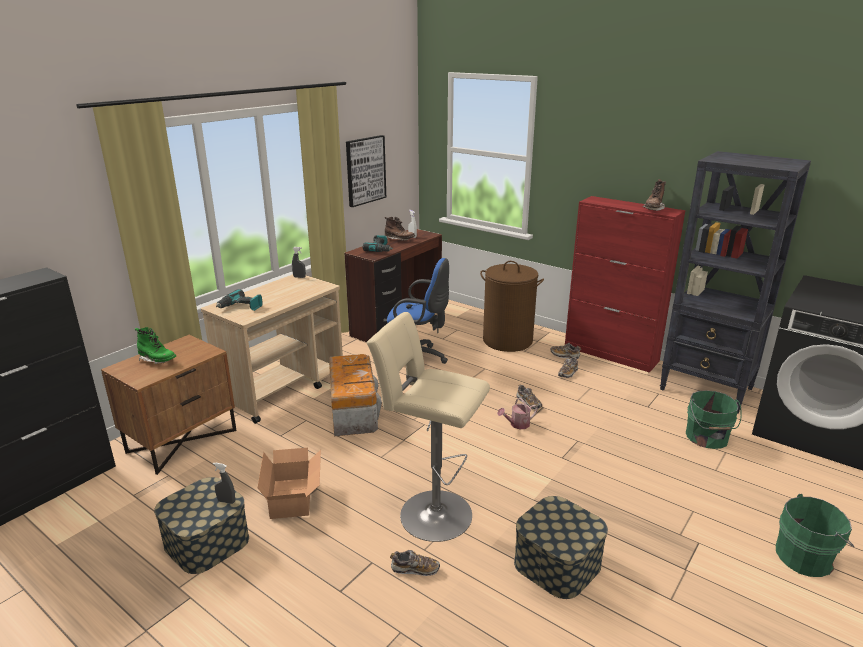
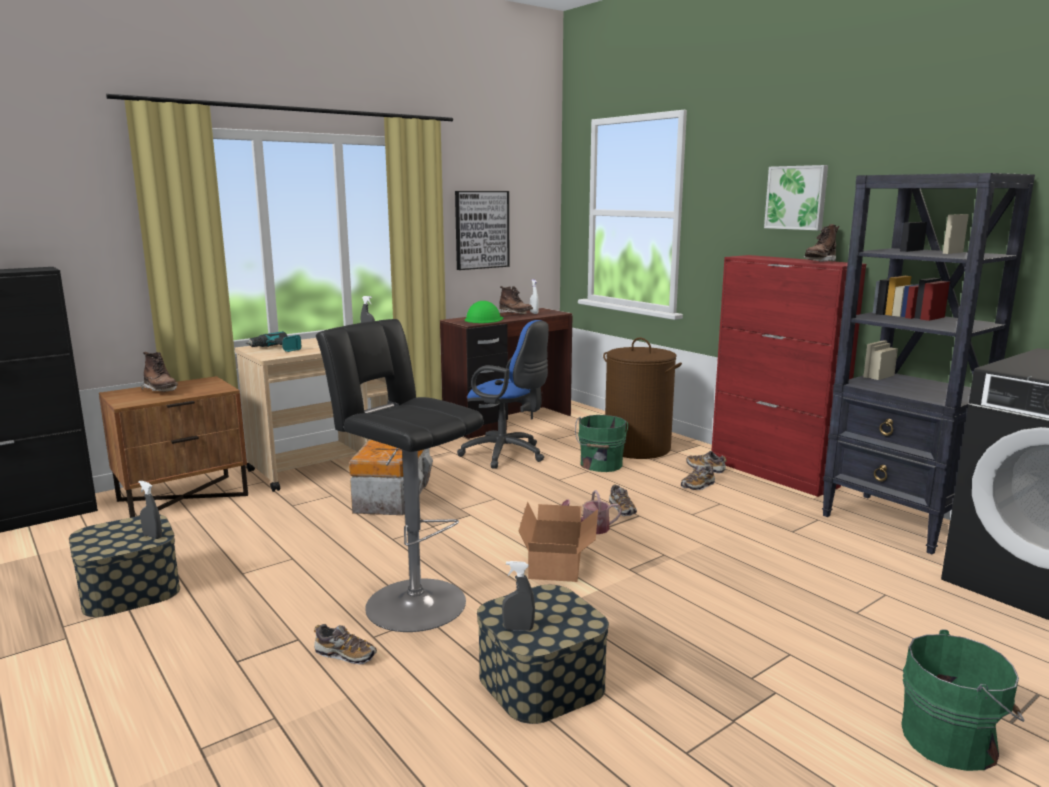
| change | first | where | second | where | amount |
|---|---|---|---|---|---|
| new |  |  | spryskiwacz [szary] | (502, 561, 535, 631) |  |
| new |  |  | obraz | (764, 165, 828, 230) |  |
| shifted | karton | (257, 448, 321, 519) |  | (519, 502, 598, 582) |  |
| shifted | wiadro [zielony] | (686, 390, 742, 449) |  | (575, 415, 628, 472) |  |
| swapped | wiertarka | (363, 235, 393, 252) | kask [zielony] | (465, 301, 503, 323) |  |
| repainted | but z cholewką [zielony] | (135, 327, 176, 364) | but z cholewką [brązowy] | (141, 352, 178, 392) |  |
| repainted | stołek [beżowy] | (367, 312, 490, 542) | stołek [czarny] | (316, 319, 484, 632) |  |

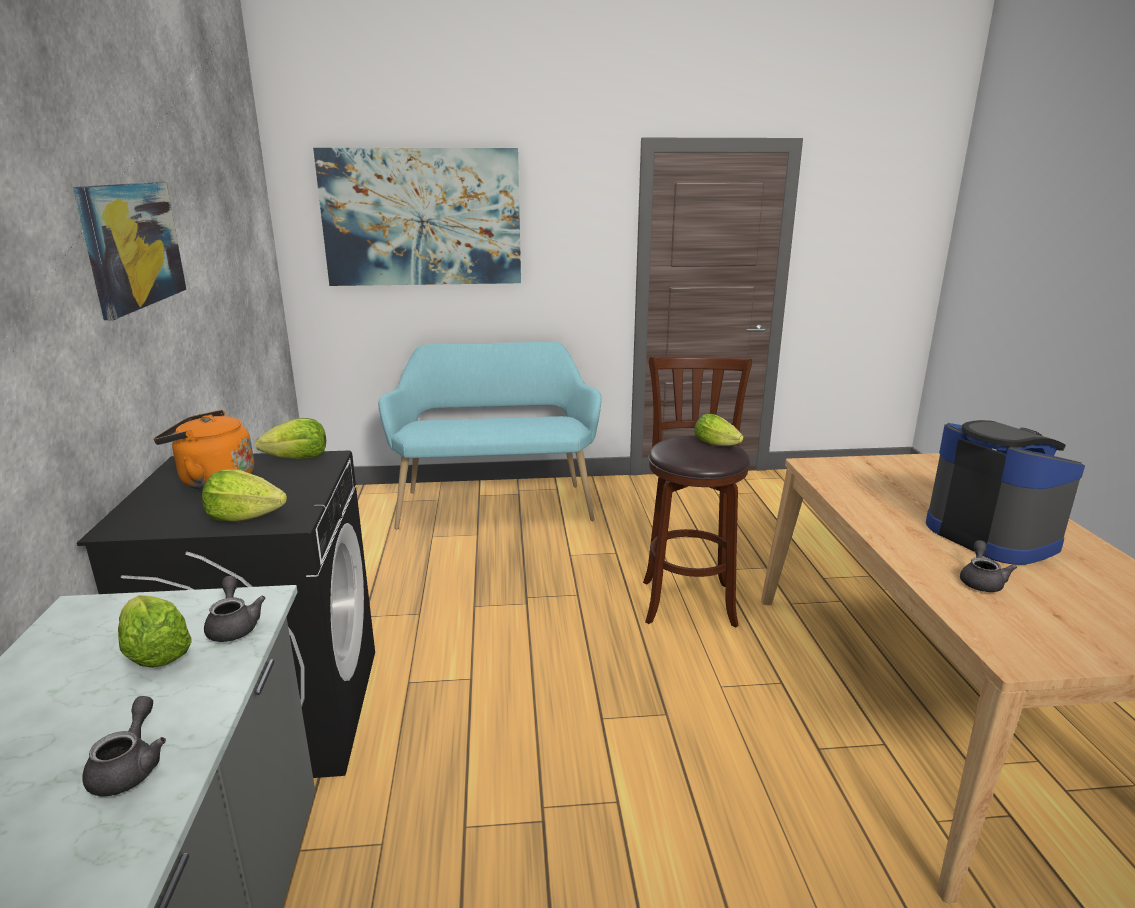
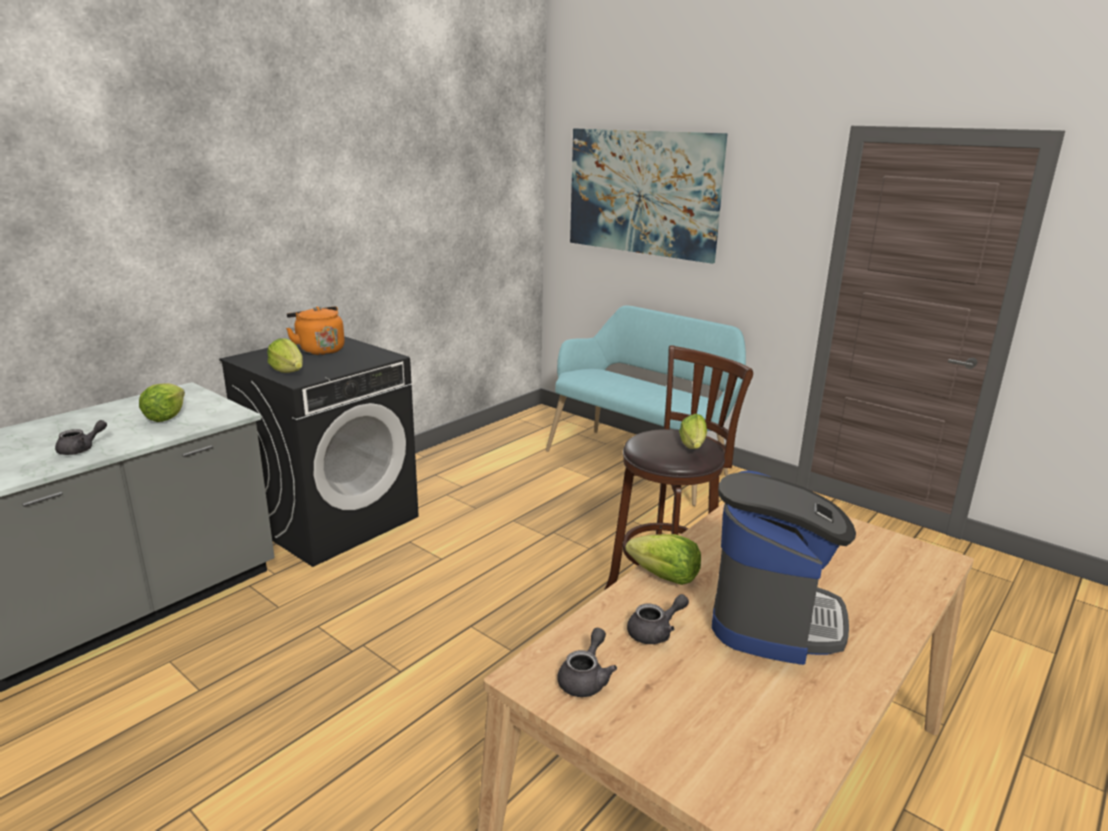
| change | first | where | second | where | amount |
|---|---|---|---|---|---|
| gone | obraz | (73, 182, 186, 320) |  |  |  |
| shifted | imbryk [szary] | (204, 576, 266, 642) |  | (557, 628, 617, 697) |  |
| shifted | sałata | (256, 418, 326, 459) |  | (625, 534, 701, 585) |  |

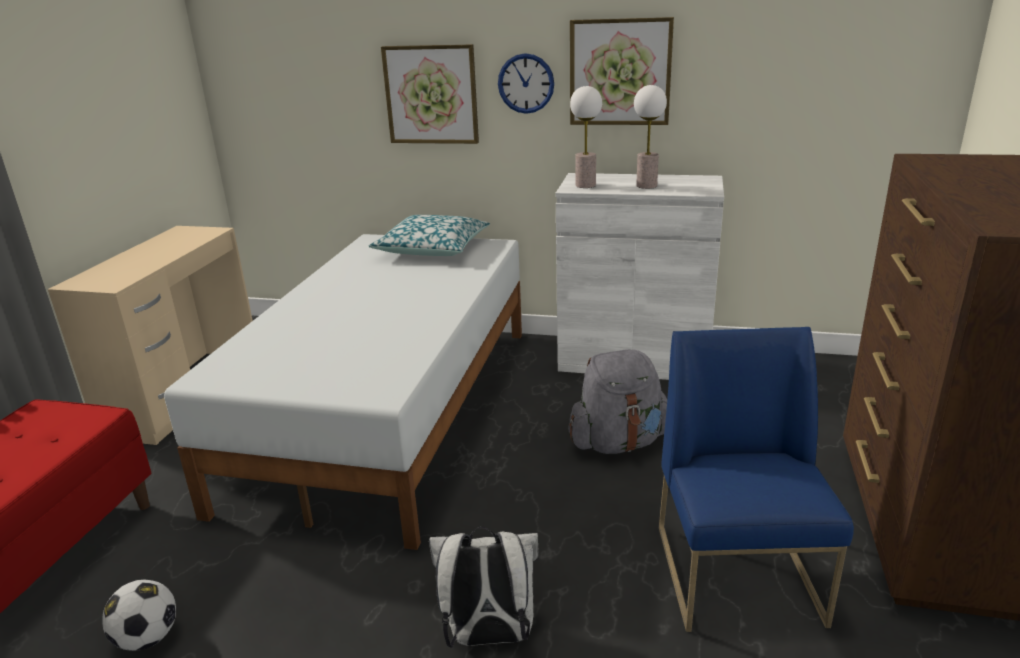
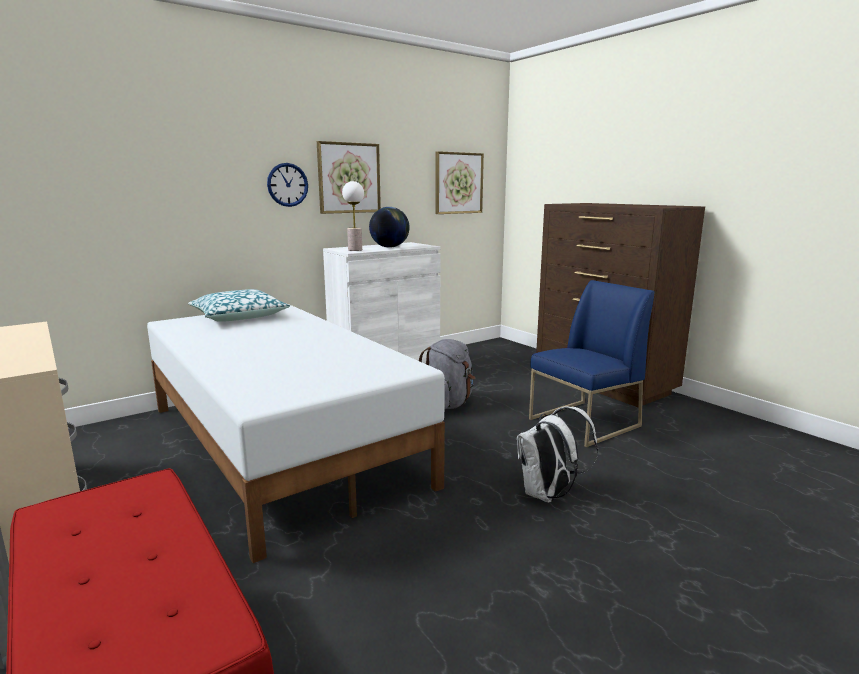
| change | first | where | second | where | amount |
|---|---|---|---|---|---|
| gone | piłka futbolowa | (102, 580, 176, 651) |  |  |  |
| shifted | obraz | (381, 44, 479, 144) |  | (435, 151, 484, 214) |  |
| swapped | lampa stołowa | (634, 85, 667, 189) | globus | (369, 207, 410, 248) |  |
| rotated | krzesło [niebieski] | (659, 327, 854, 632) |  | (529, 280, 655, 447) | 105 degrees clockwise |

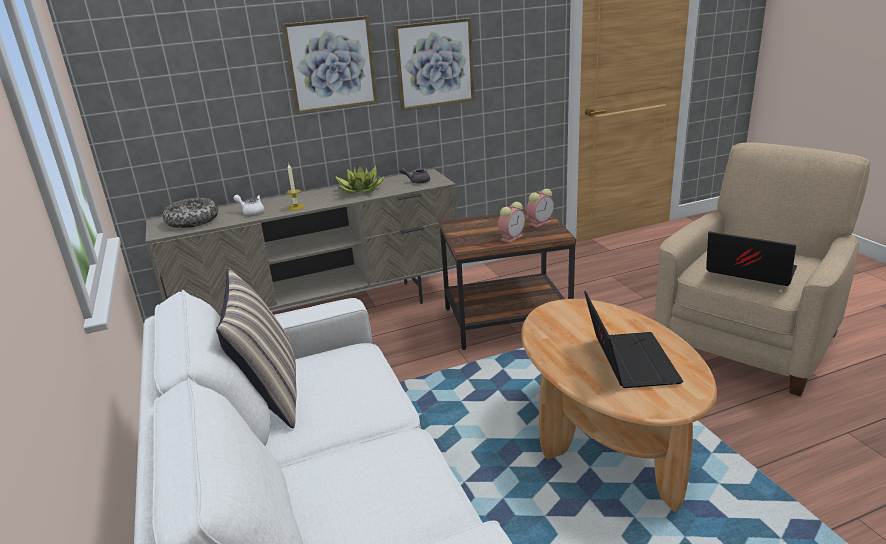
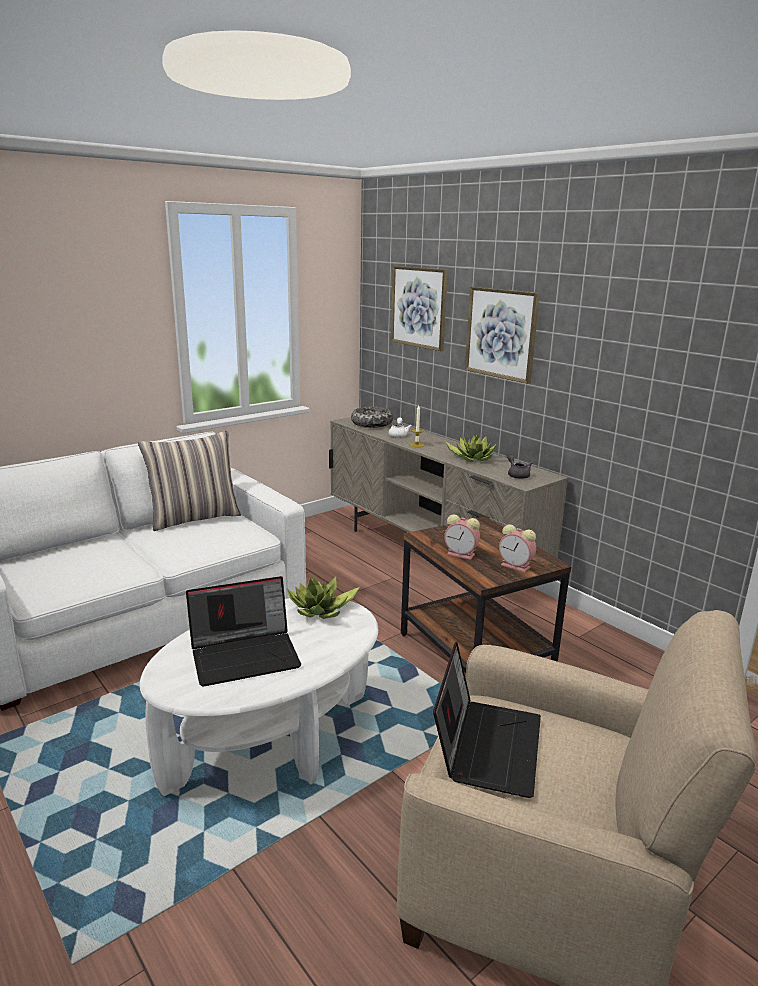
| change | first | where | second | where | amount |
|---|---|---|---|---|---|
| new |  |  | roślina doniczkowa | (286, 576, 360, 619) |  |
| shifted | obraz | (393, 18, 475, 111) |  | (391, 266, 448, 351) |  |
| repainted | ława [brązowy] | (522, 299, 717, 512) | ława [biały] | (140, 598, 378, 796) |  |

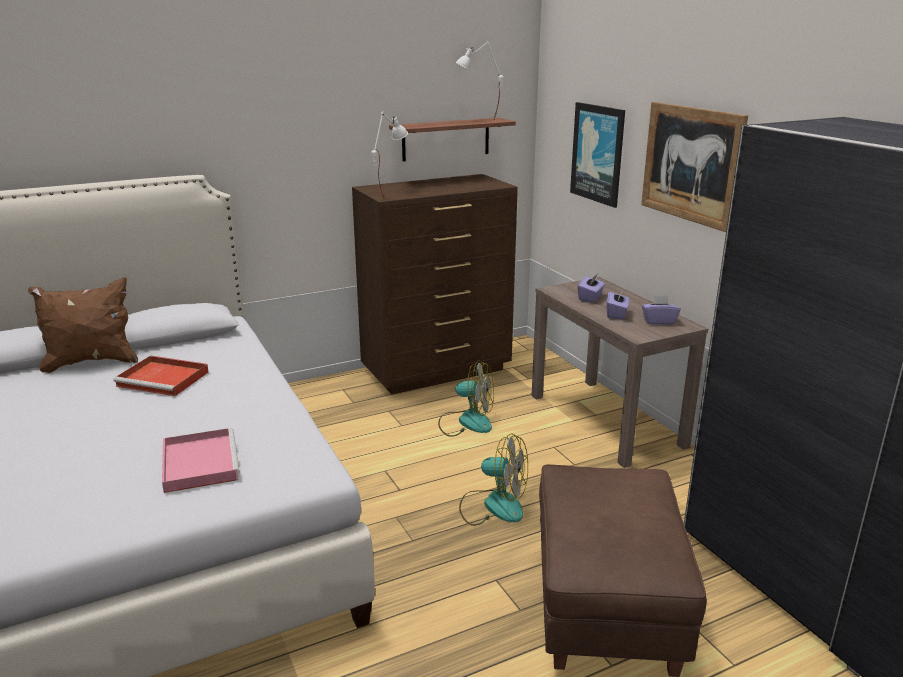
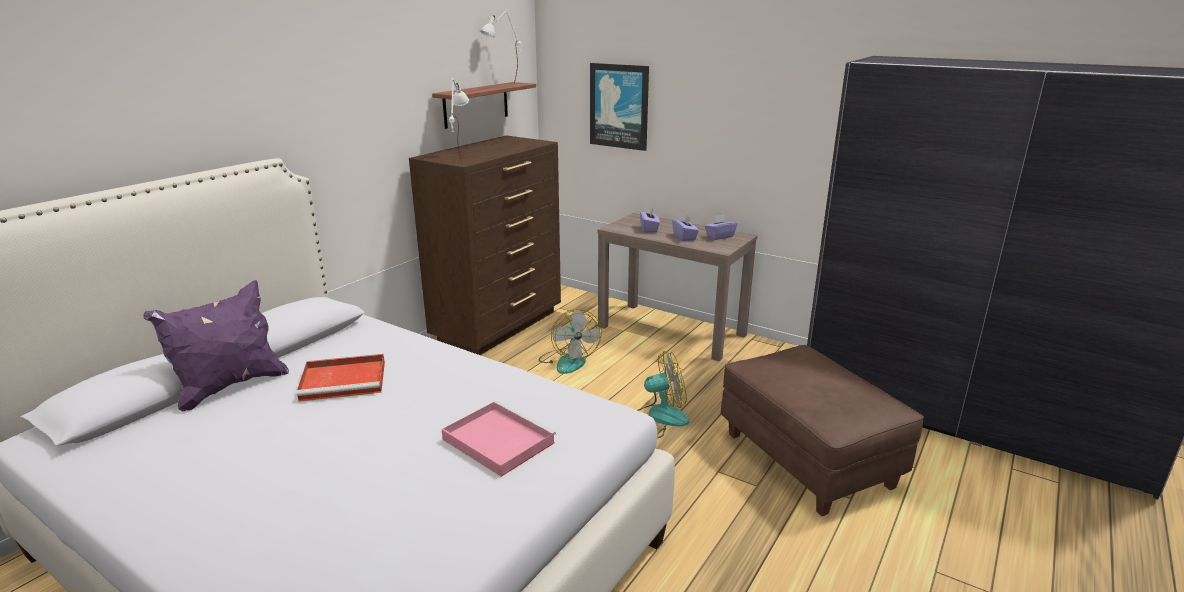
| change | first | where | second | where | amount |
|---|---|---|---|---|---|
| gone | obraz | (641, 102, 748, 232) |  |  |  |
| repainted | poduszka [brązowy] | (28, 277, 138, 373) | poduszka [fioletowy] | (143, 280, 289, 412) |  |
| rotated | wentylator | (438, 360, 494, 437) |  | (539, 309, 602, 374) | 90 degrees clockwise |

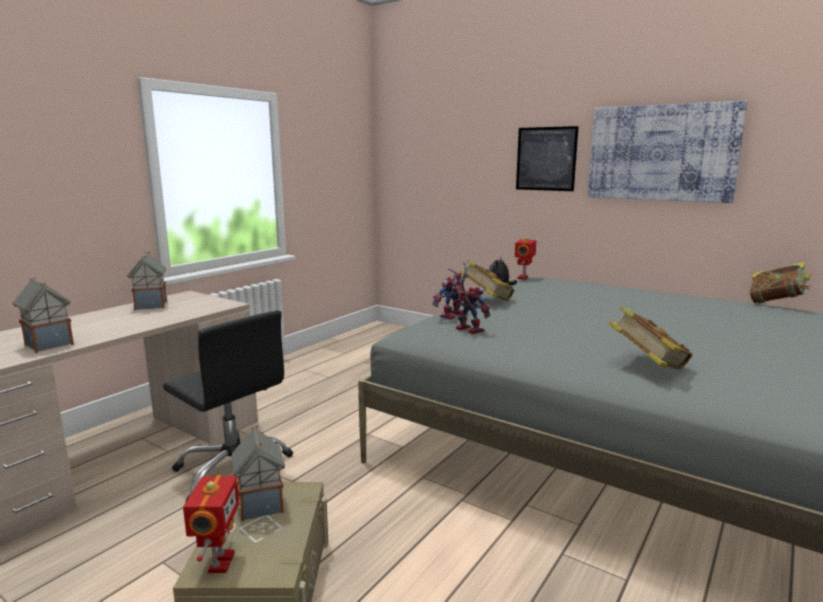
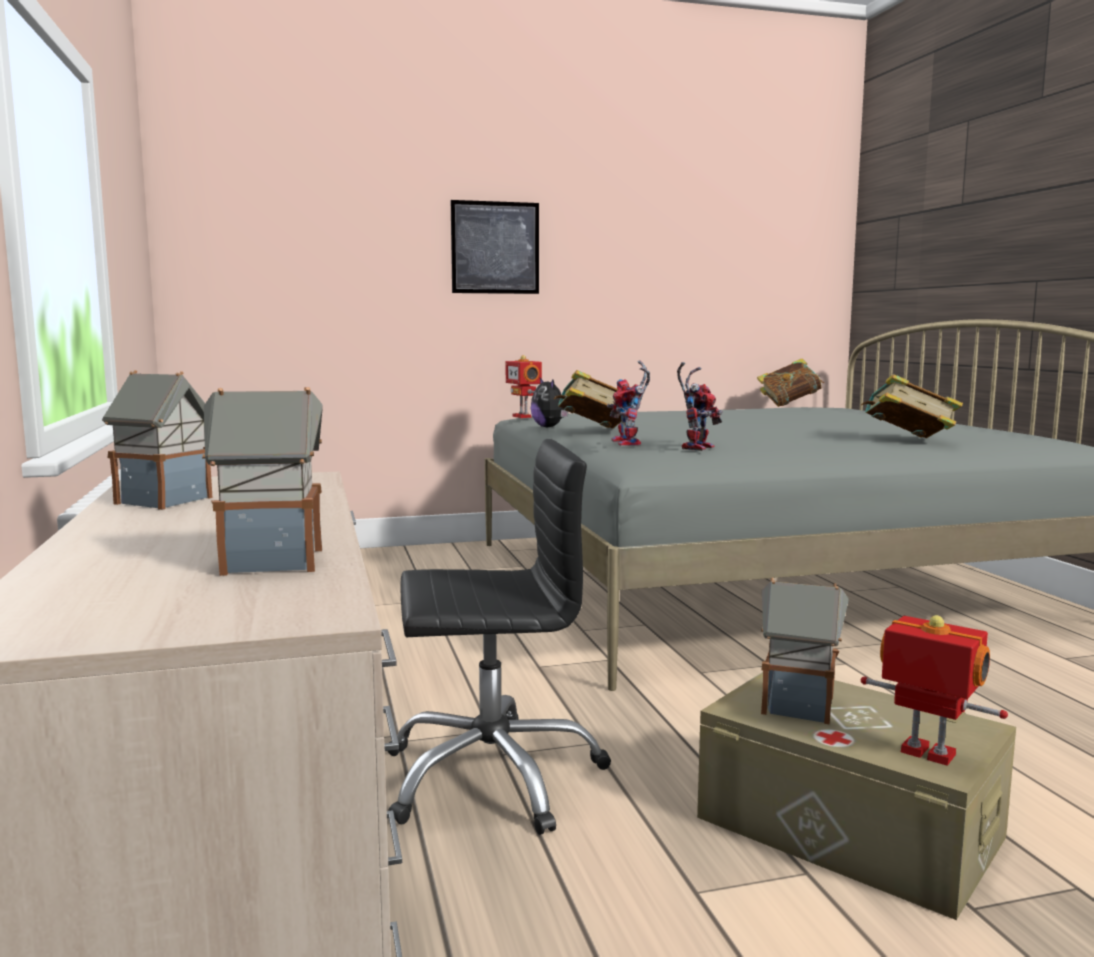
| change | first | where | second | where | amount |
|---|---|---|---|---|---|
| gone | obraz | (588, 101, 747, 203) |  |  |  |
| rotated | robot zabawkowy | (452, 274, 490, 334) |  | (677, 362, 723, 451) | 120 degrees clockwise |

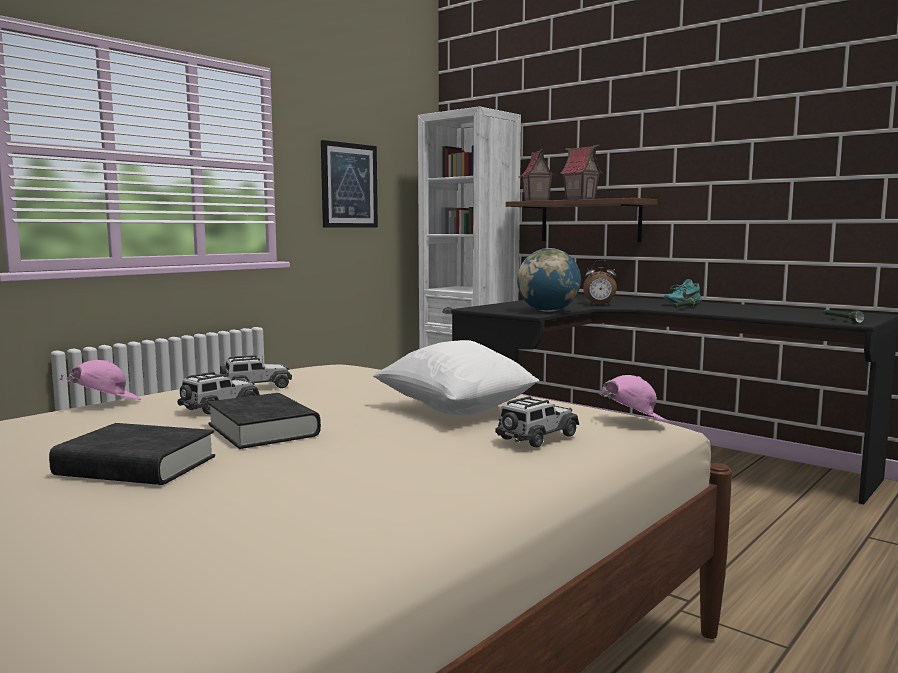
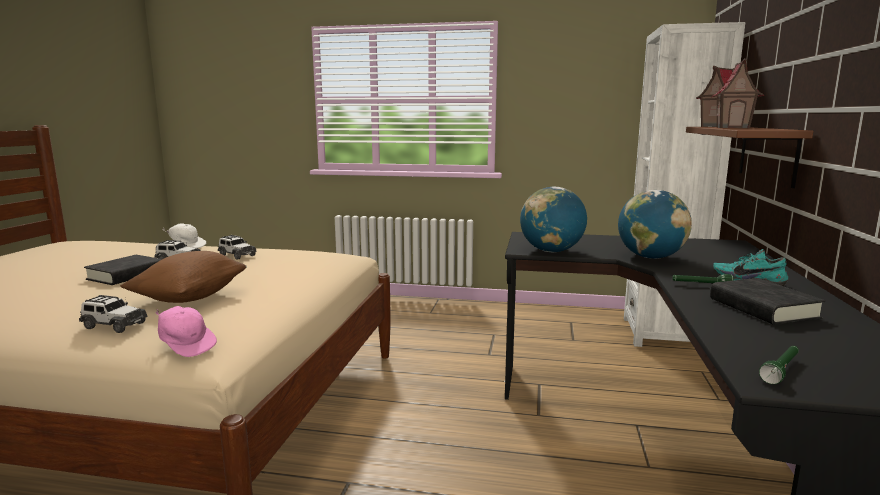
| change | first | where | second | where | amount |
|---|---|---|---|---|---|
| gone | obraz | (321, 140, 378, 228) |  |  |  |
| shifted | książka [czarny] | (49, 423, 215, 485) |  | (710, 278, 825, 325) |  |
| swapped | budzik | (583, 260, 617, 305) | globus | (618, 190, 692, 259) |  |
| repainted | czapka z daszkiem [różowy] | (60, 360, 141, 400) | czapka z daszkiem [biały] | (163, 223, 206, 248) |  |
| repainted | poduszka [biały] | (373, 340, 540, 415) | poduszka [brązowy] | (120, 251, 247, 303) |  |

